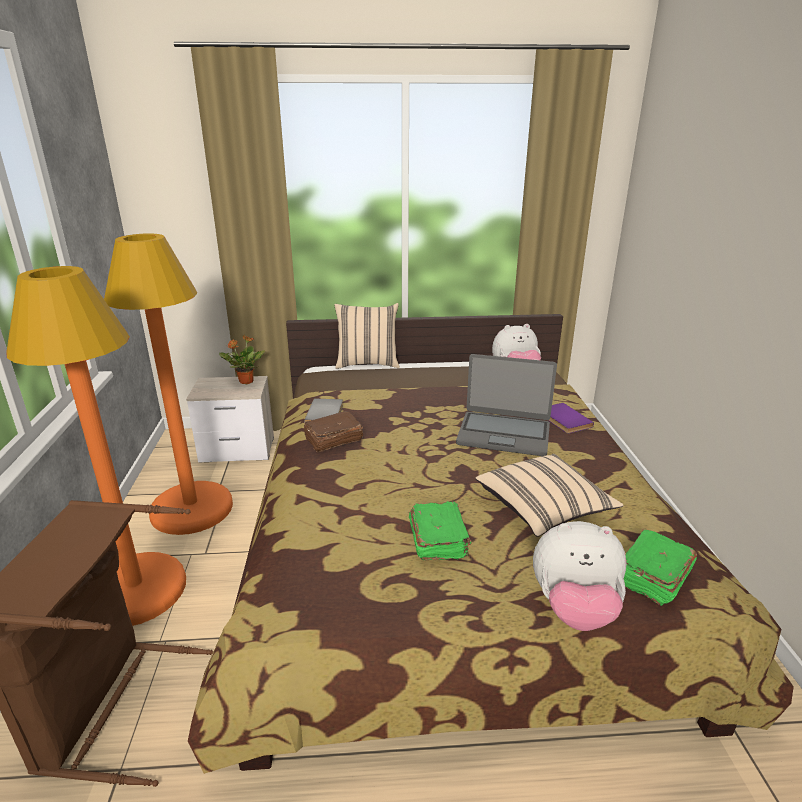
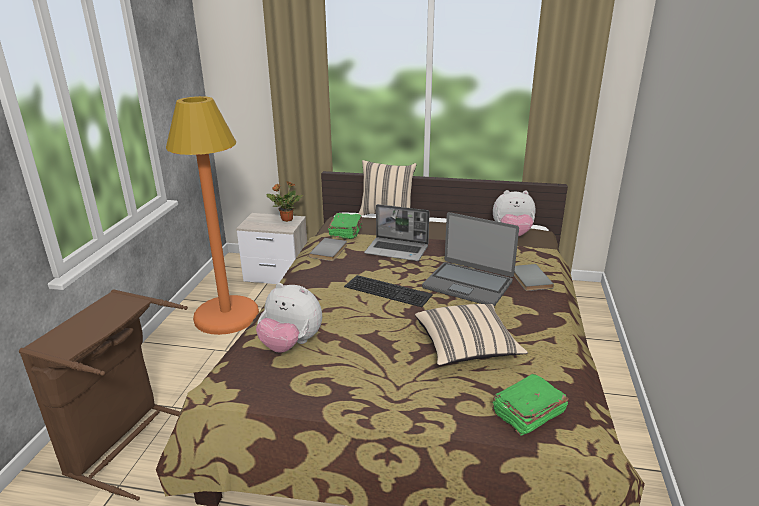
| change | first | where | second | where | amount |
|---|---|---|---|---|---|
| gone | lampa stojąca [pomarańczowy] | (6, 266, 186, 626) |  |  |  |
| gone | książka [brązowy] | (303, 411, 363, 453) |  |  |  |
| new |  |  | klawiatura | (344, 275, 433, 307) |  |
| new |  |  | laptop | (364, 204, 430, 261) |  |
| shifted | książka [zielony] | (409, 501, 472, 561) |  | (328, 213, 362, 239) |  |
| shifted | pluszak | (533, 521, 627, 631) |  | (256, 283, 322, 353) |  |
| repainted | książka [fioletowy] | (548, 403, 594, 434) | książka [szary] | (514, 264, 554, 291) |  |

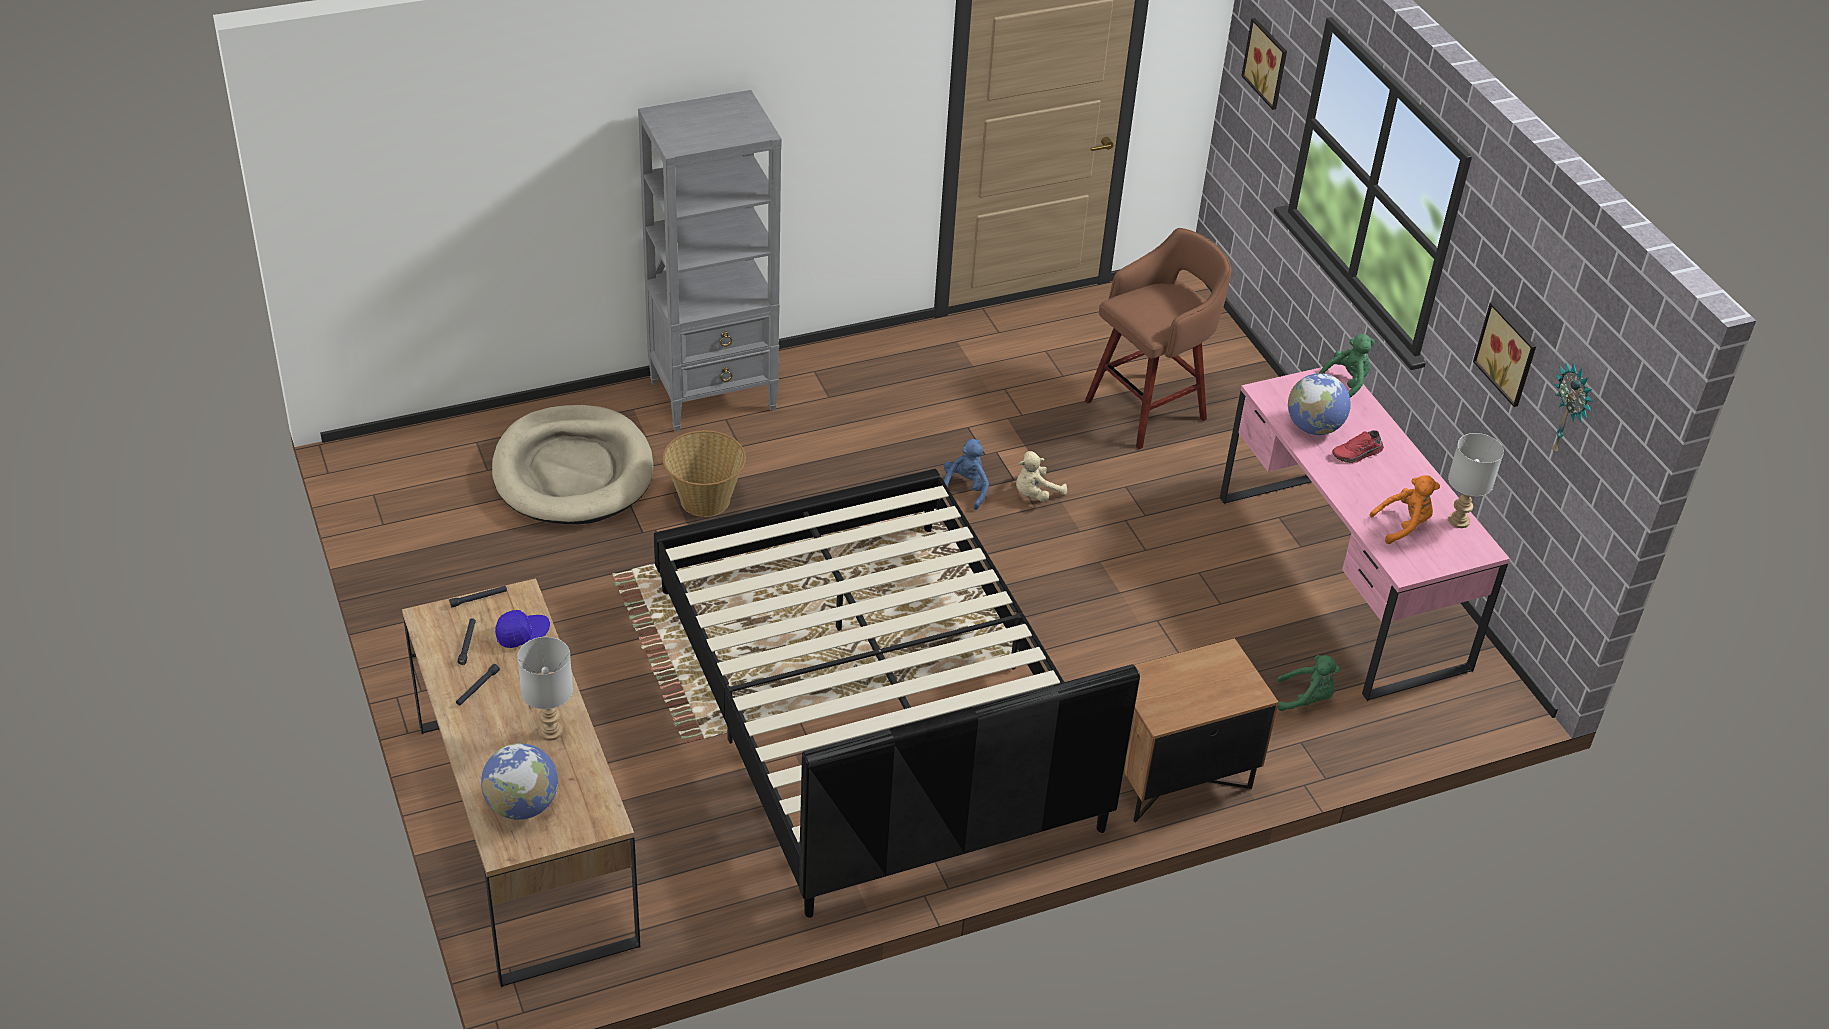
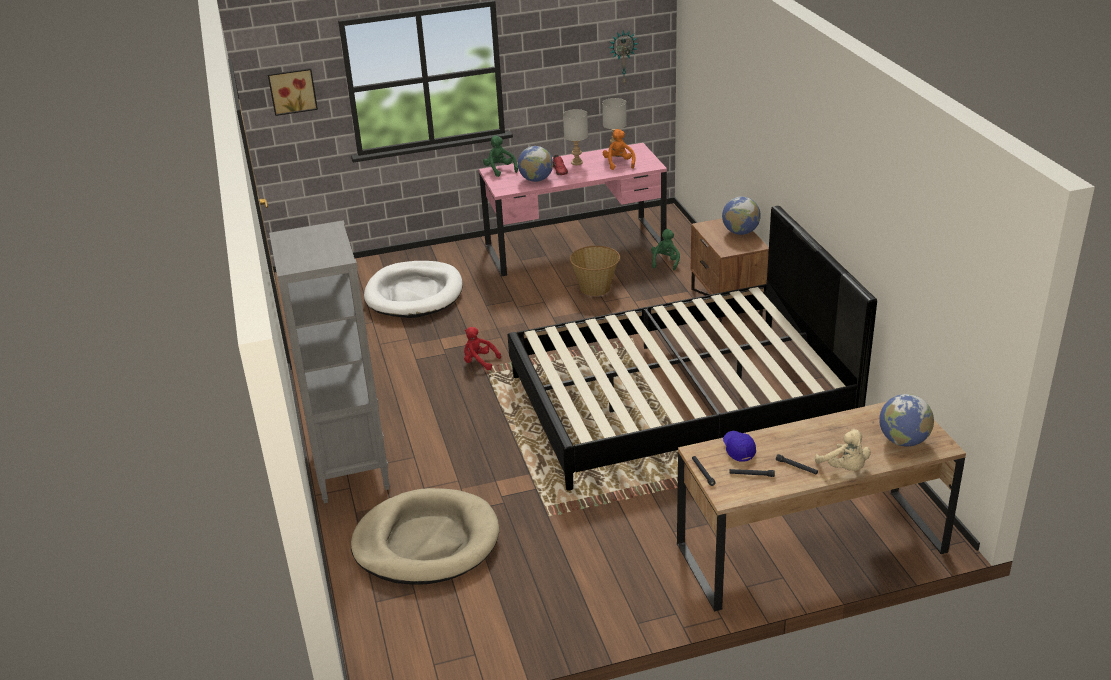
| change | first | where | second | where | amount |
|---|---|---|---|---|---|
| gone | obraz | (1473, 302, 1536, 407) |  |  |  |
| new |  |  | globus | (722, 197, 761, 235) |  |
| shifted | lampa stołowa [szary] | (517, 637, 573, 741) |  | (563, 109, 588, 165) |  |
| shifted | koszyk | (662, 430, 746, 517) |  | (570, 246, 620, 296) |  |
| shifted | pluszak [beżowy] | (1016, 451, 1067, 502) |  | (815, 429, 871, 471) |  |
| swapped | stołek [brązowy] | (1085, 228, 1231, 449) | legowisko [biały] | (364, 261, 463, 318) |  |
| repainted | pluszak [niebieski] | (944, 439, 989, 510) | pluszak [czerwony] | (464, 327, 501, 370) |  |

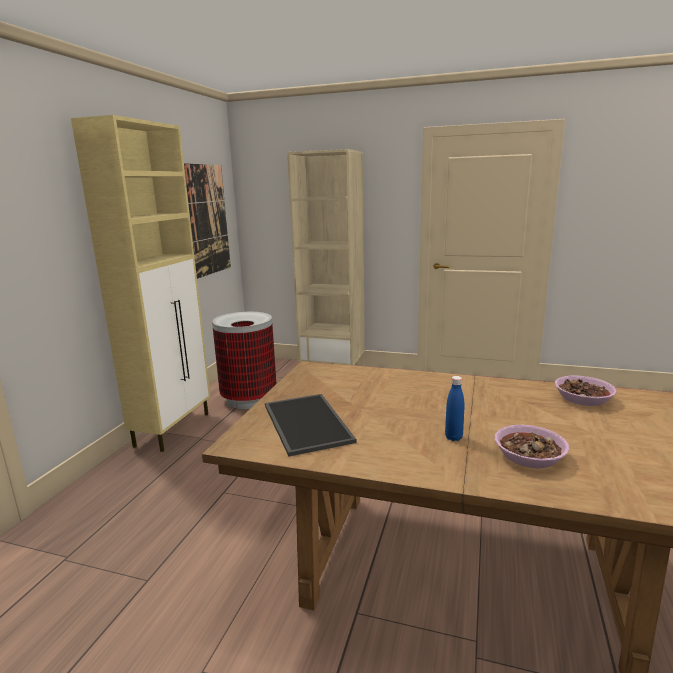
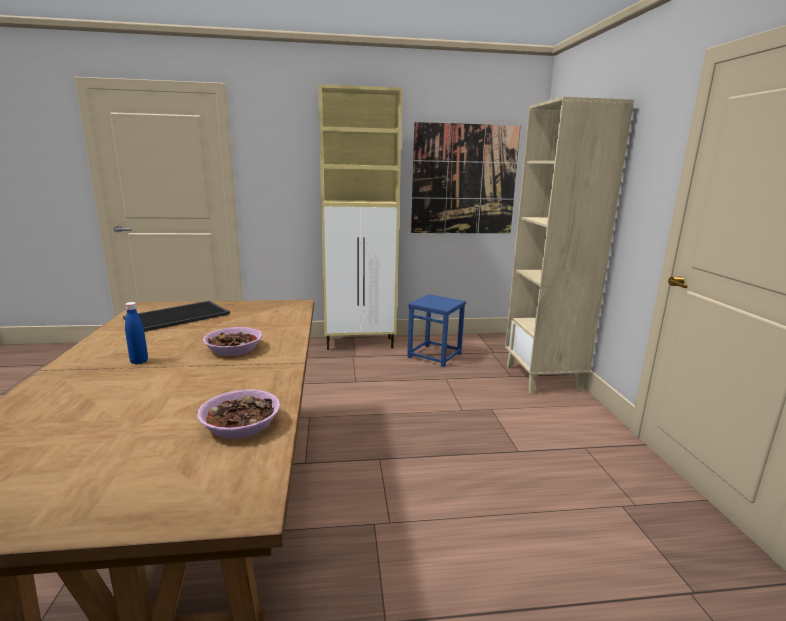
| change | first | where | second | where | amount |
|---|---|---|---|---|---|
| shifted | miska | (495, 425, 569, 468) |  | (203, 327, 262, 356) |  |
| swapped | kosz na śmieci | (212, 312, 277, 409) | stołek [niebieski] | (407, 294, 466, 367) |  |

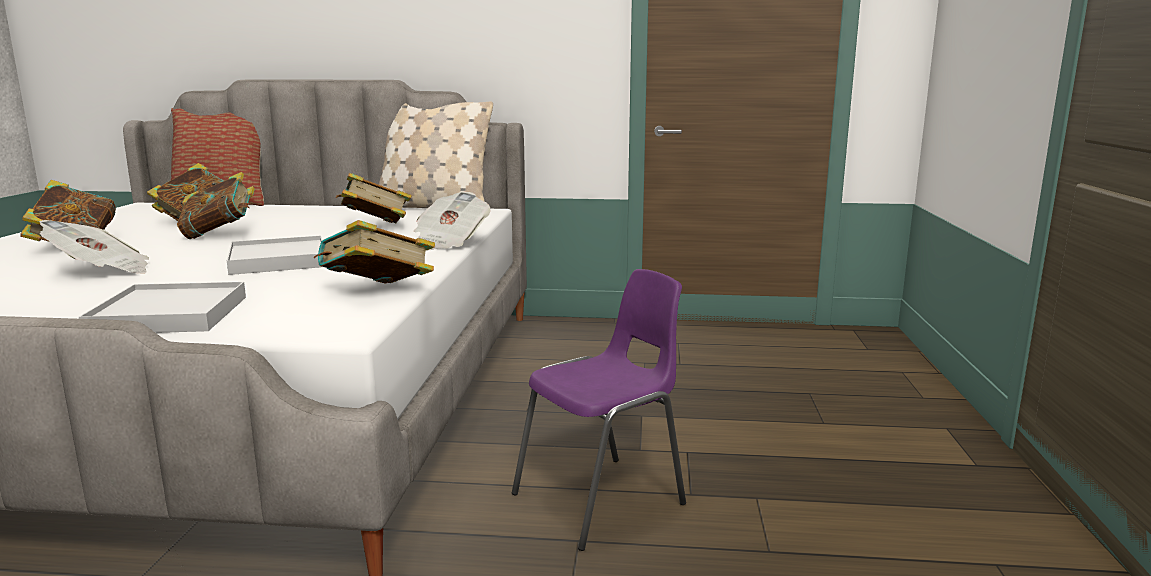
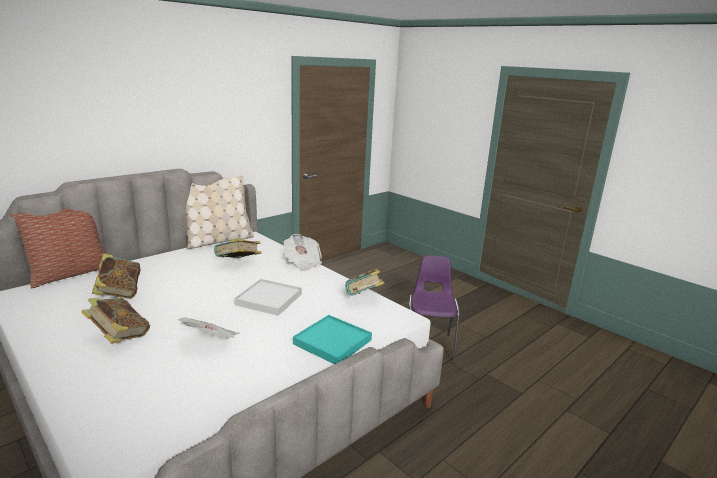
| change | first | where | second | where | amount |
|---|---|---|---|---|---|
| gone | książka | (177, 172, 255, 239) |  |  |  |
| repainted | taca [biały] | (79, 282, 246, 333) | taca [turkusowy] | (293, 315, 372, 364) |  |

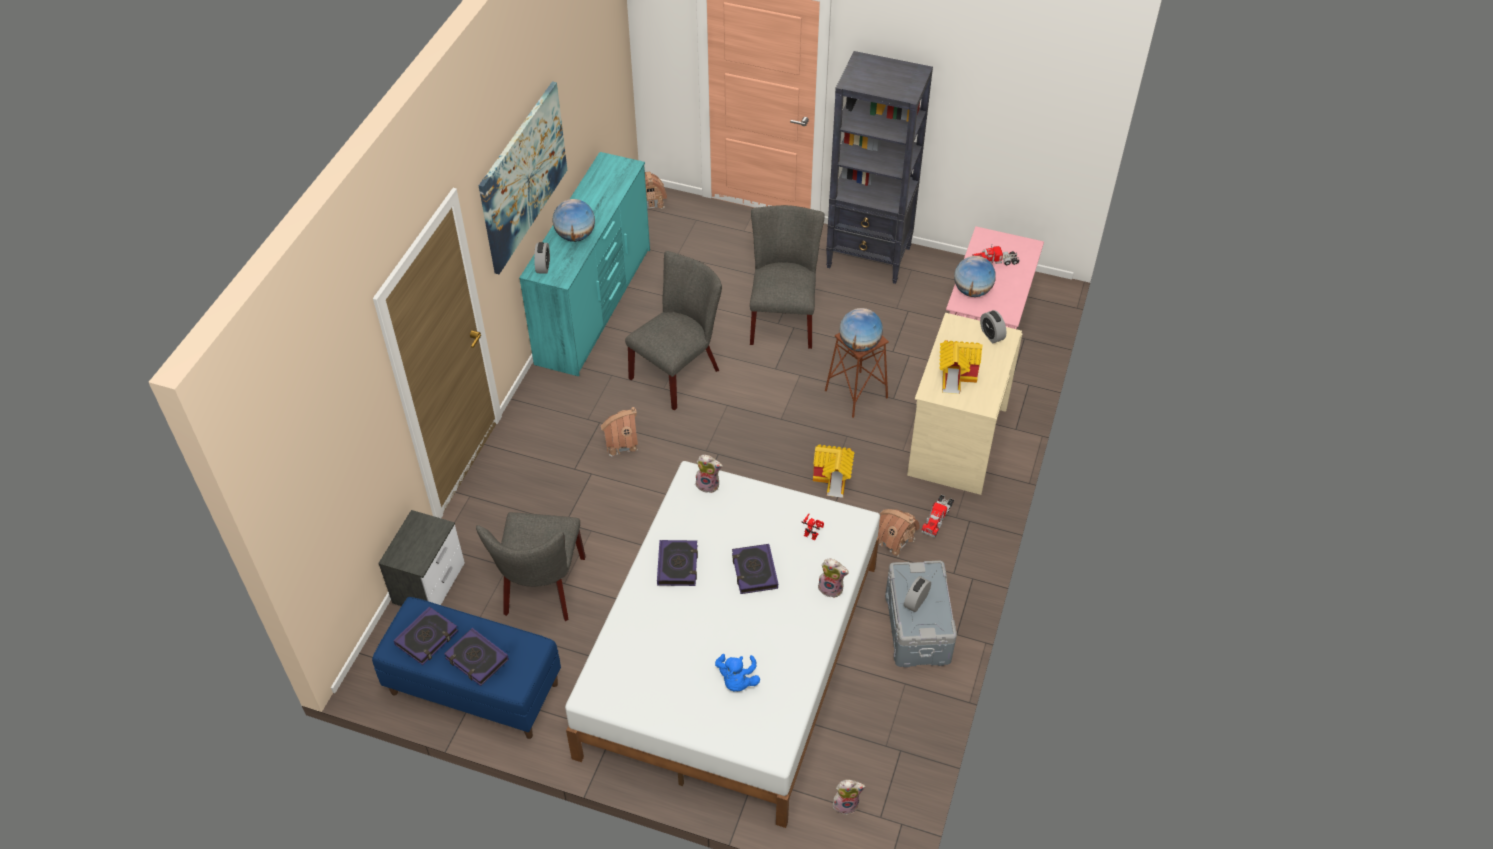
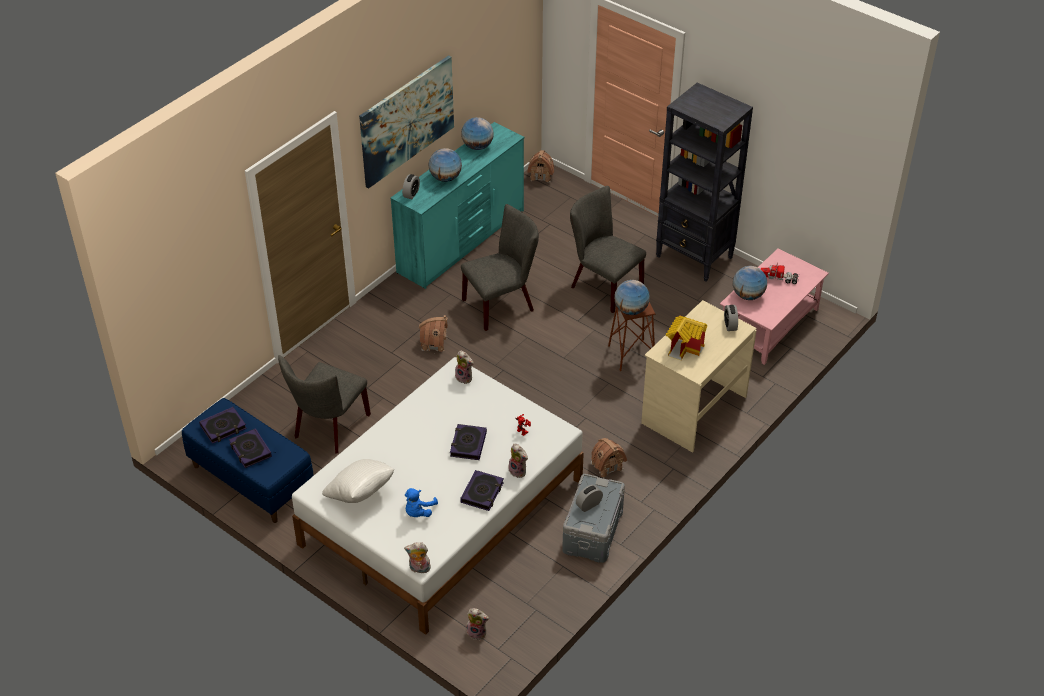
| change | first | where | second | where | amount |
|---|---|---|---|---|---|
| gone | szafka nocna | (378, 510, 465, 606) |  |  |  |
| gone | domek | (813, 444, 854, 498) |  |  |  |
| gone | ciężarówka zabawkowa | (922, 495, 954, 538) |  |  |  |
| new |  |  | poduszka [biały] | (322, 459, 394, 503) |  |
| new |  |  | pluszak | (404, 542, 431, 574) |  |
| new |  |  | globus | (461, 117, 494, 150) |  |
| shifted | książka | (657, 540, 698, 586) |  | (461, 470, 504, 511) |  |
| rotated | krzesło [szary] | (750, 205, 825, 349) |  | (570, 186, 646, 313) | 75 degrees counterclockwise |

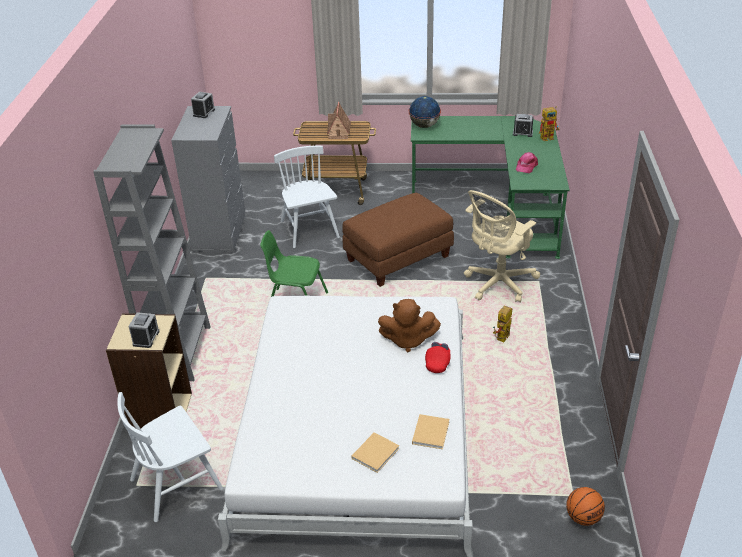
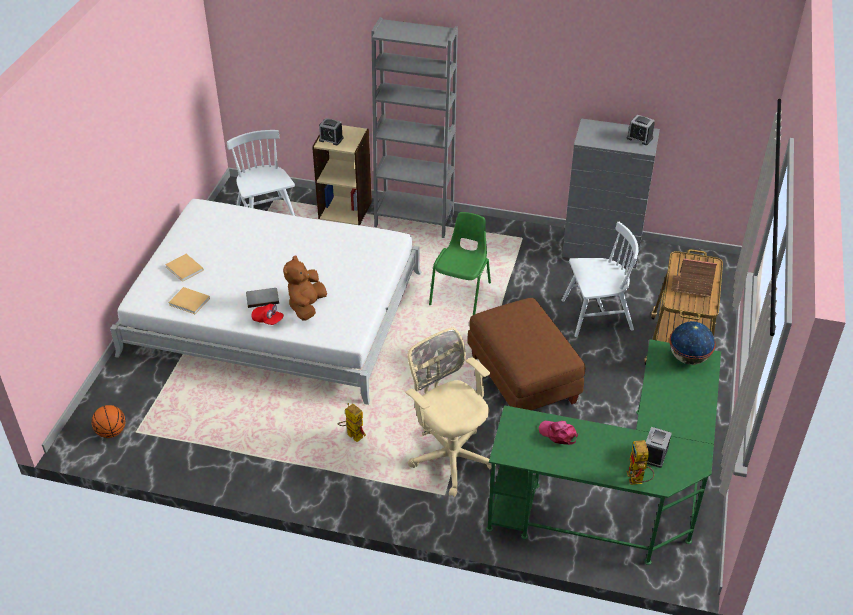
| change | first | where | second | where | amount |
|---|---|---|---|---|---|
| new |  |  | książka [szary] | (246, 288, 279, 308) |  |

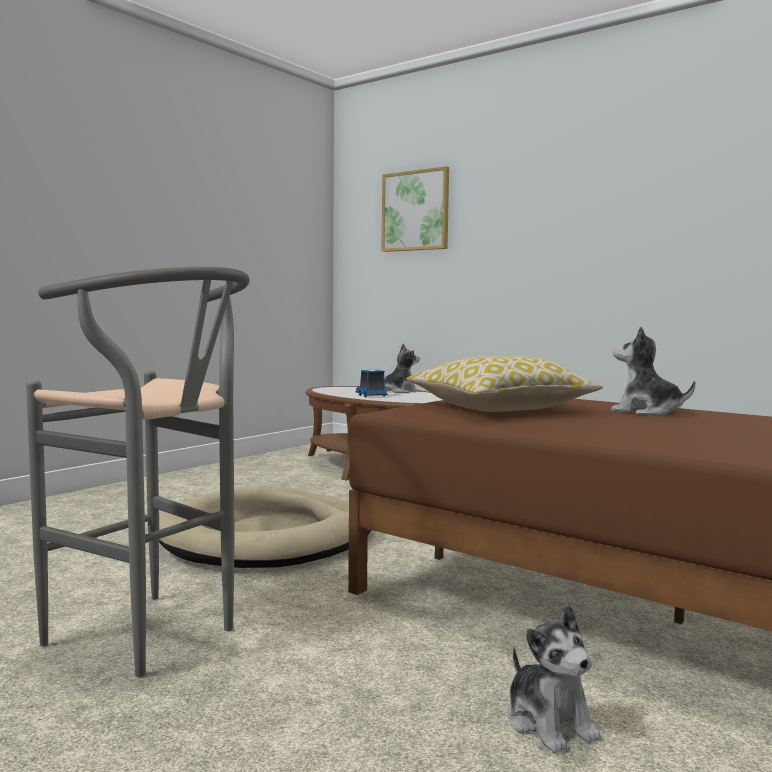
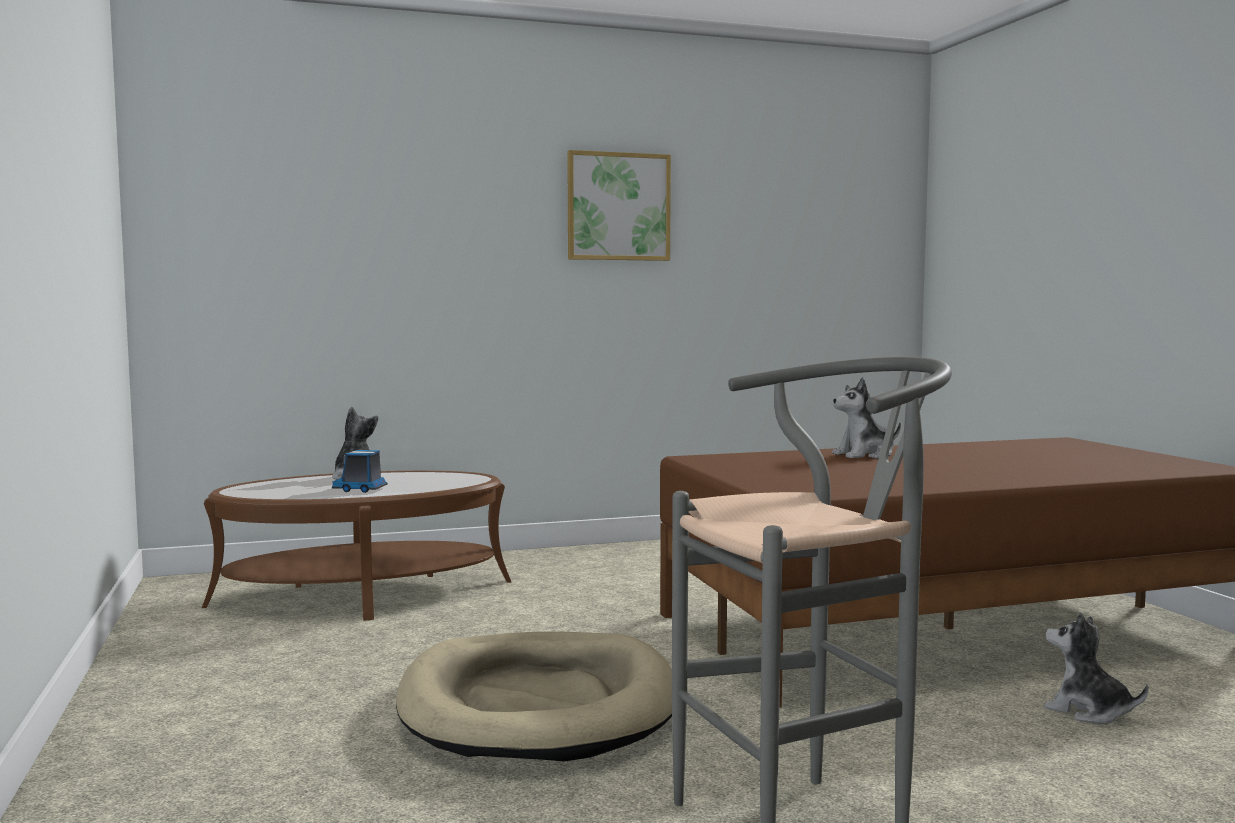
| change | first | where | second | where | amount |
|---|---|---|---|---|---|
| gone | poduszka | (407, 356, 603, 412) |  |  |  |
| shifted | obraz | (381, 166, 449, 252) |  | (567, 150, 671, 261) |  |
| rotated | pluszak | (508, 605, 601, 753) |  | (1044, 612, 1148, 724) | 150 degrees counterclockwise |

